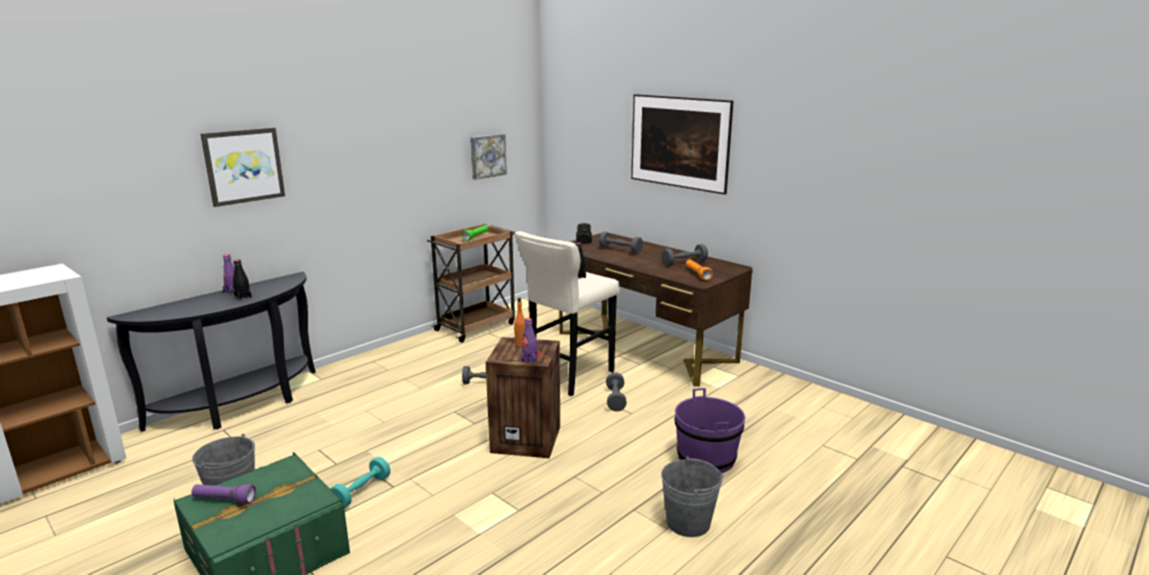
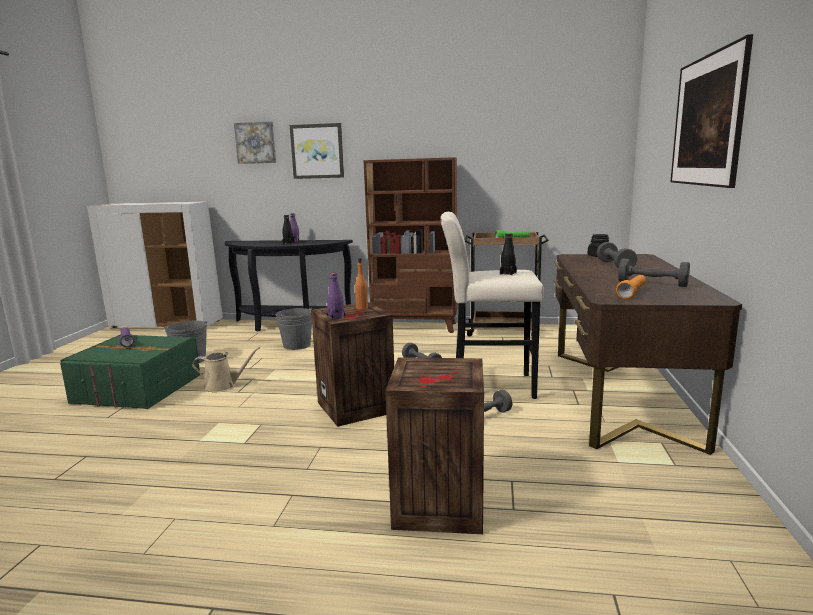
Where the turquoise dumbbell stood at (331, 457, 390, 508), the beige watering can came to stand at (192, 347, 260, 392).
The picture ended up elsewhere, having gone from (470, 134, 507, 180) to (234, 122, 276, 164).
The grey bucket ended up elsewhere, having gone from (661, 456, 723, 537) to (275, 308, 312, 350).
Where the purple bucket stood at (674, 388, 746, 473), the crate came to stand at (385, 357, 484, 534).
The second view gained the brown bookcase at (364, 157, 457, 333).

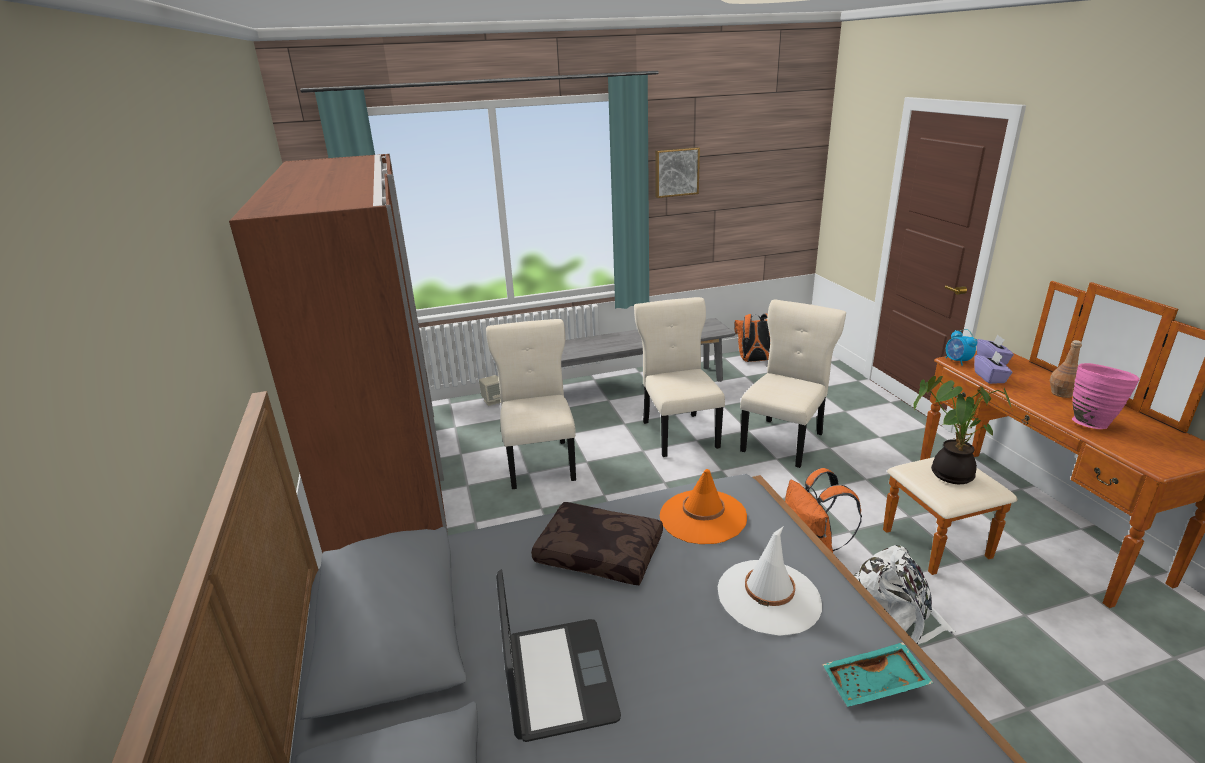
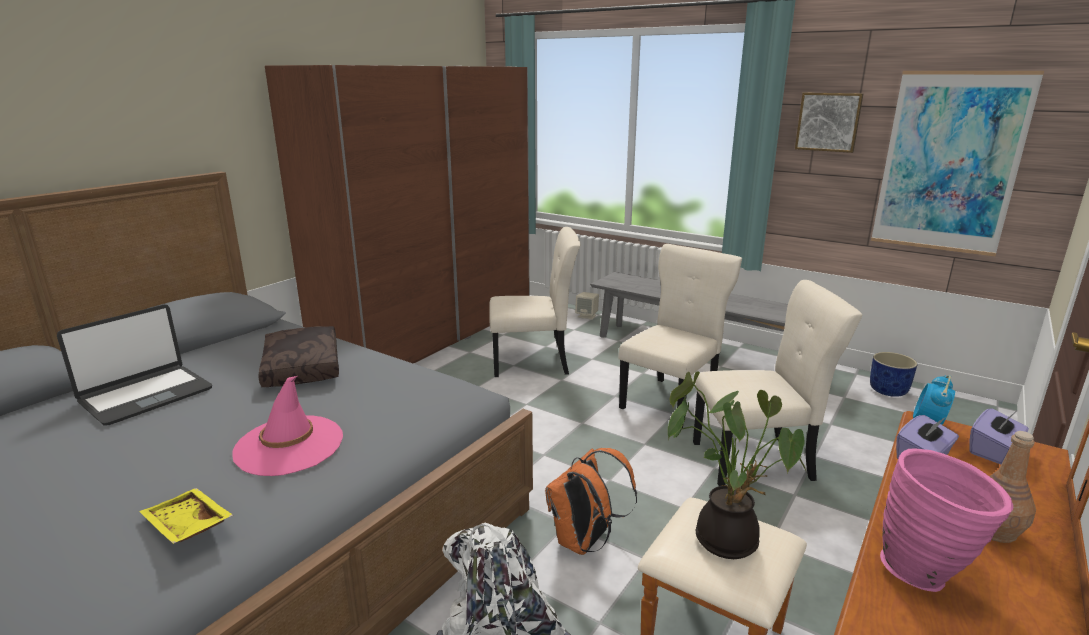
The beige chair at (486, 319, 576, 489) ended up facing another way, 45 degrees clockwise from before.
The second view lost the orange hat at (660, 469, 747, 544).
What was the white hat at (718, 526, 822, 636) turned into the pink hat at (232, 376, 343, 476).
Where the orange backpack stood at (734, 313, 770, 362), the blue planter came to stand at (870, 352, 917, 397).
What was the turquoise tray at (822, 642, 933, 707) turned into the yellow tray at (139, 488, 233, 544).
The second view gained the picture at (871, 71, 1044, 256).

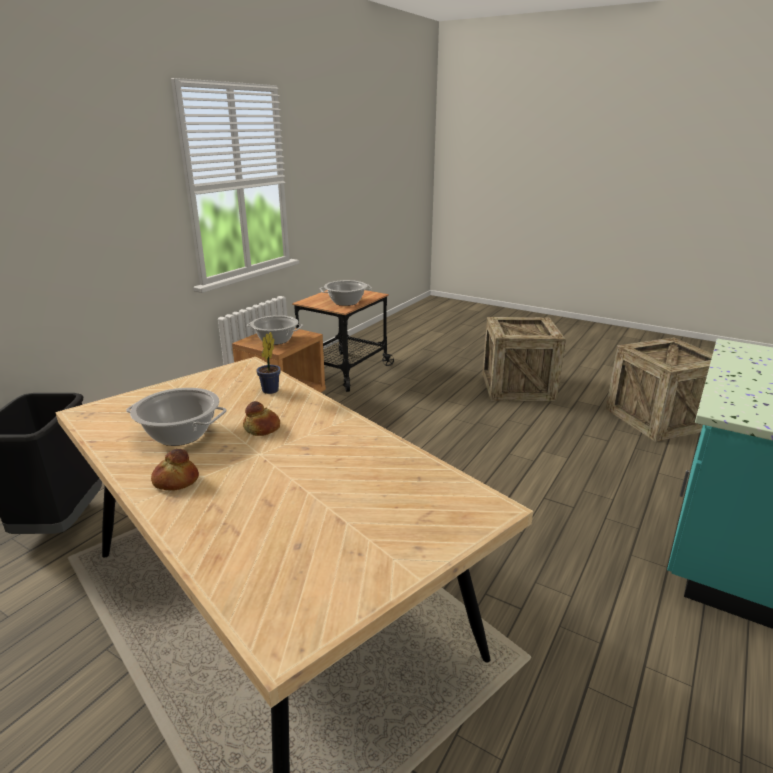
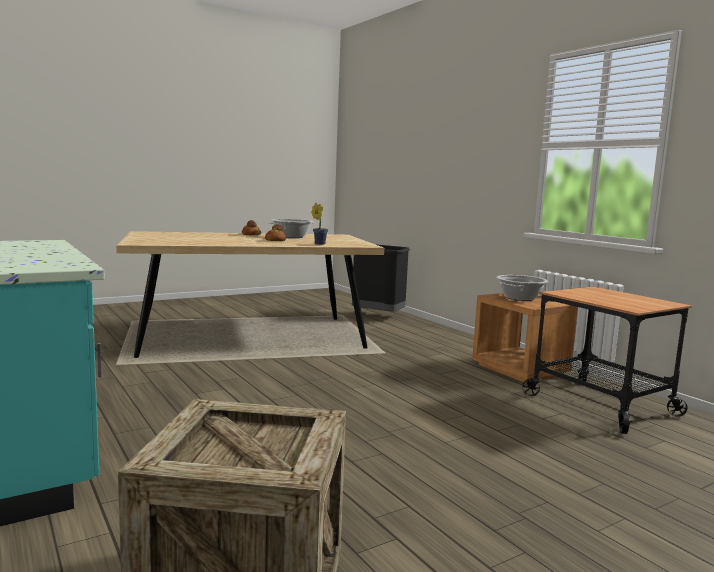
The second view lost the cooking pot at (320, 280, 372, 306).
The second view lost the crate at (482, 317, 566, 402).

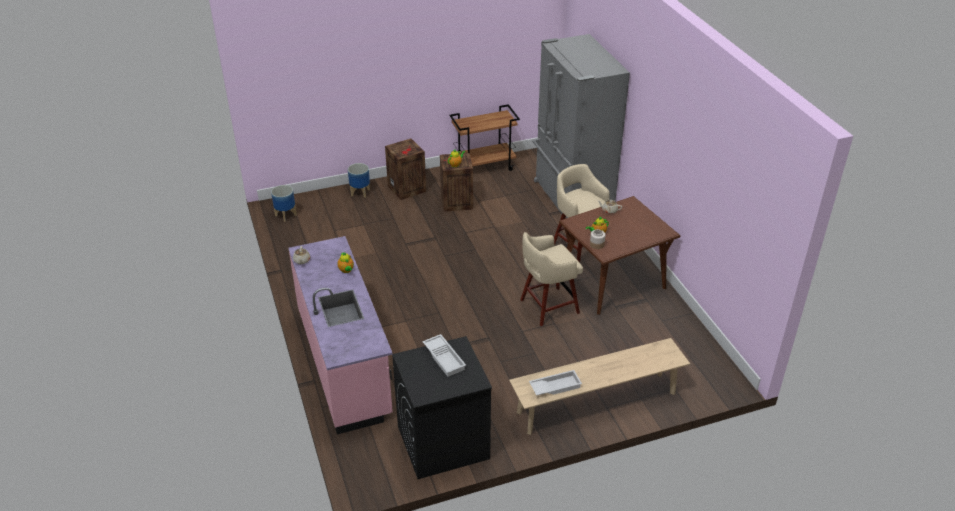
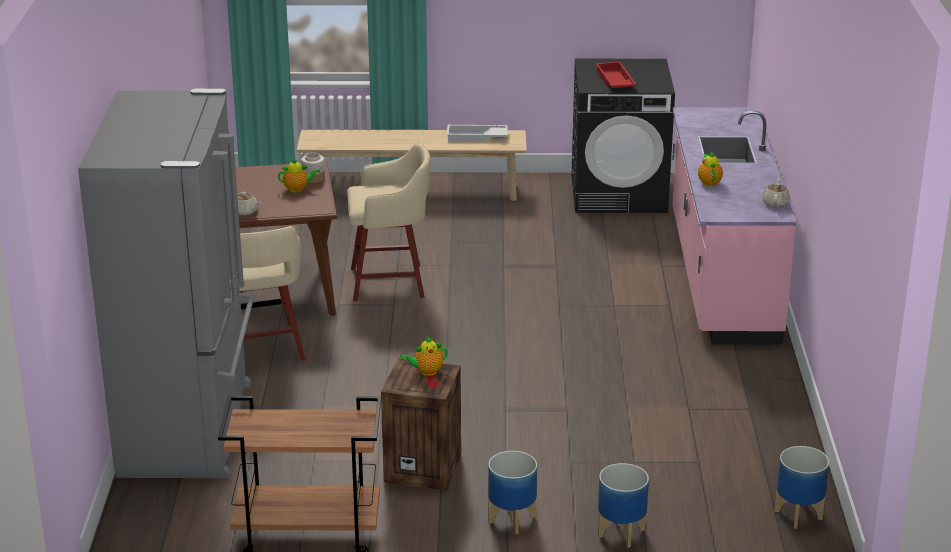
Where the crate stood at (385, 139, 426, 200), the planter came to stand at (488, 451, 537, 534).
What was the white tray at (422, 334, 466, 377) turned into the red tray at (596, 62, 636, 88).

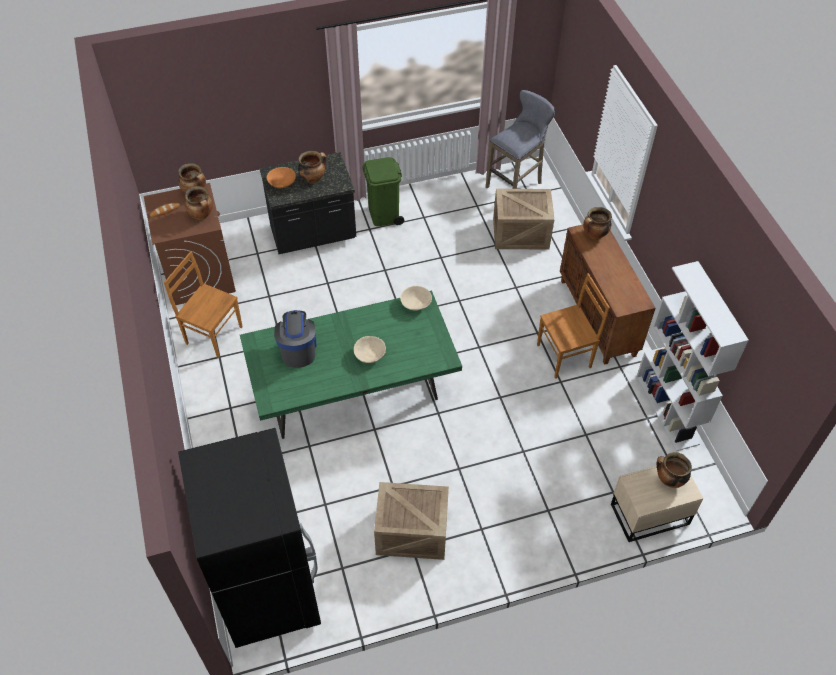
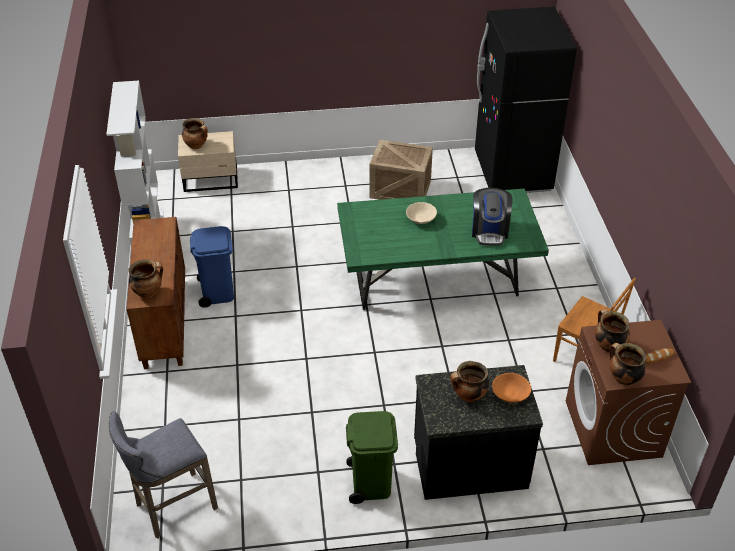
The second view lost the beige bowl at (400, 286, 432, 311).
The second view lost the crate at (493, 189, 554, 249).
Where the brown chair stood at (537, 273, 610, 379), the blue trash can came to stand at (190, 226, 234, 308).

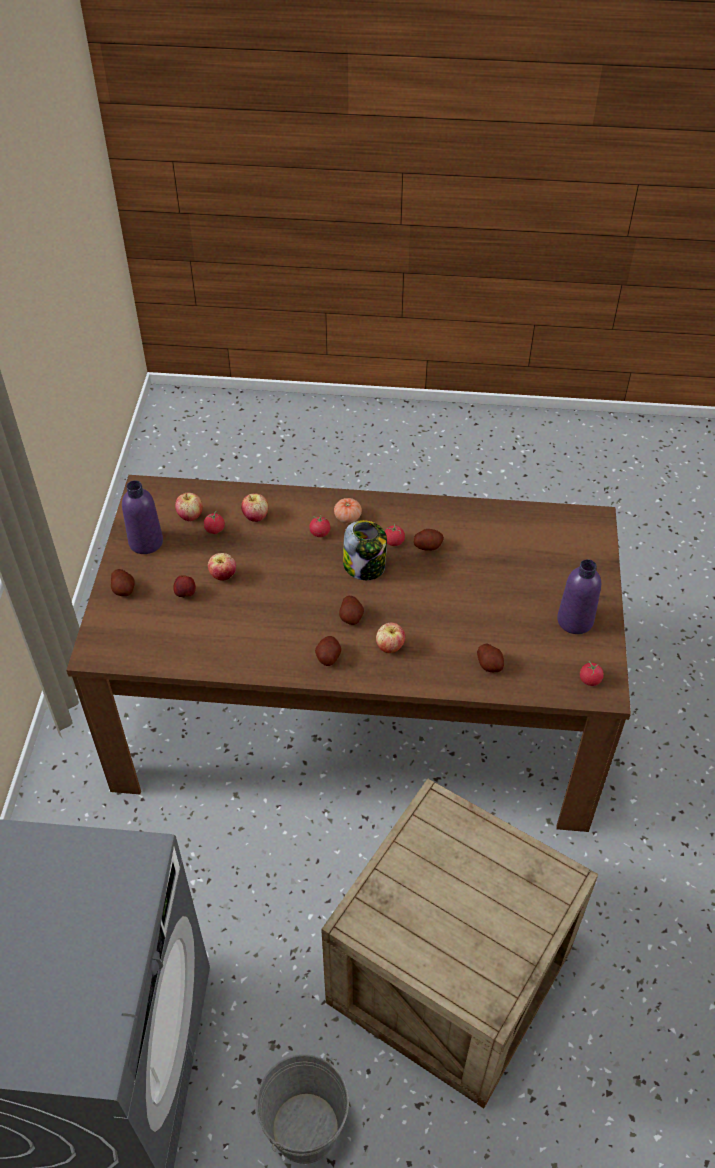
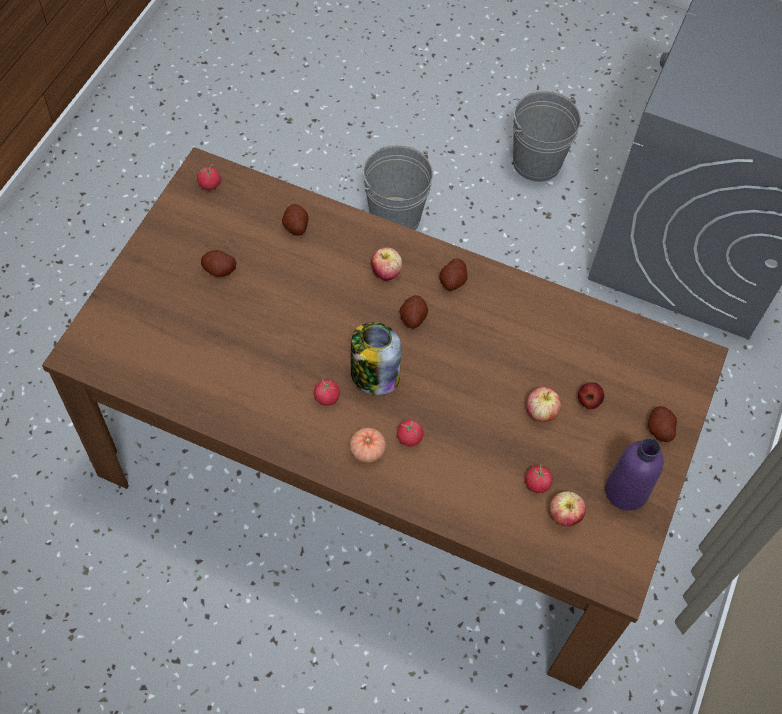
The second view lost the apple at (241, 493, 268, 522).
Where the crate stood at (321, 779, 599, 1108), the grey bucket came to stand at (363, 145, 433, 230).
The potato ended up elsewhere, having gone from (414, 529, 444, 551) to (201, 250, 237, 277).
The second view lost the purple bottle at (557, 559, 601, 634).

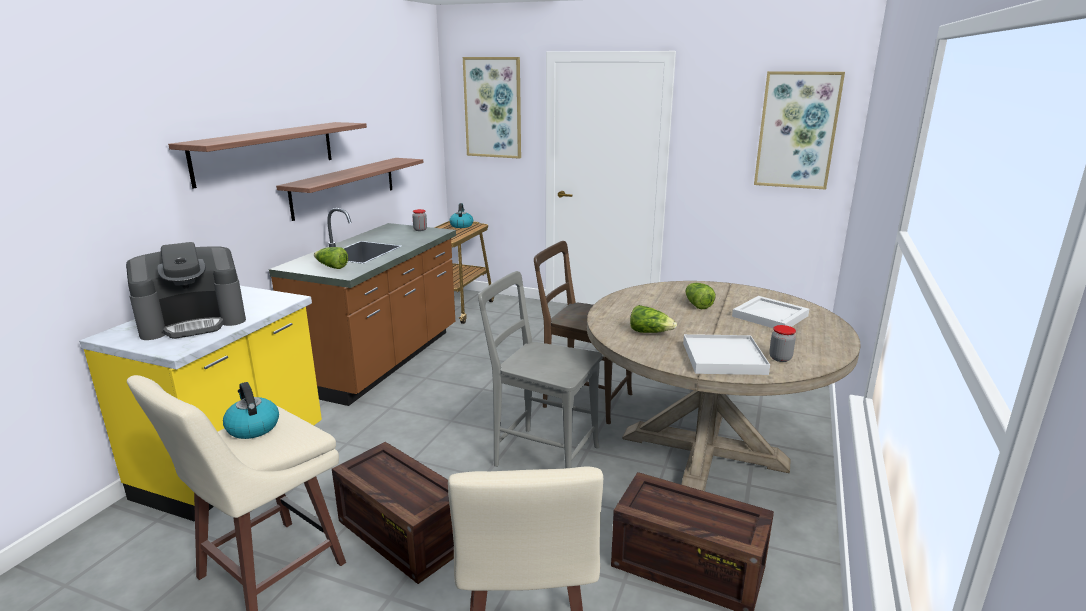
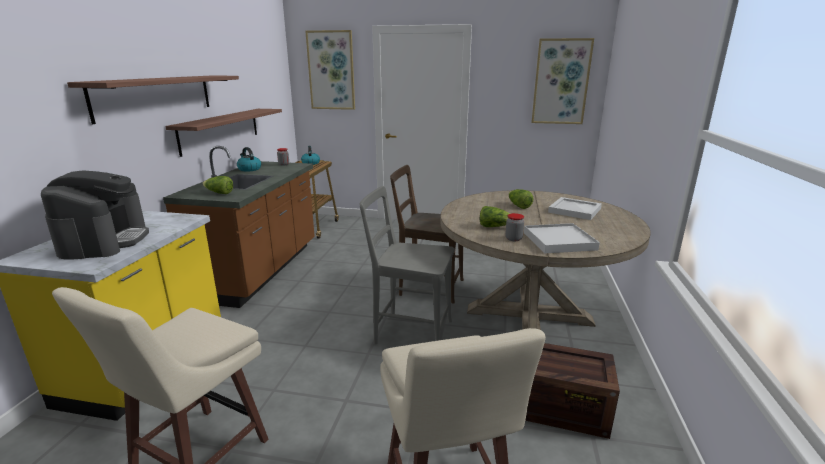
The coffee machine at (126, 242, 246, 340) ended up facing another way, 60 degrees counterclockwise from before.
The kettle ended up elsewhere, having gone from (223, 382, 279, 439) to (237, 147, 261, 172).
The second view lost the crate at (332, 442, 454, 584).
The jar ended up elsewhere, having gone from (769, 325, 796, 362) to (505, 213, 524, 241).

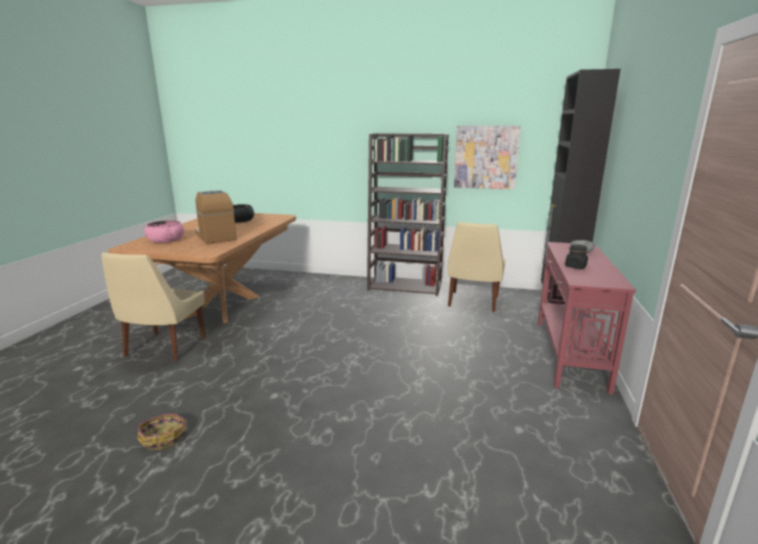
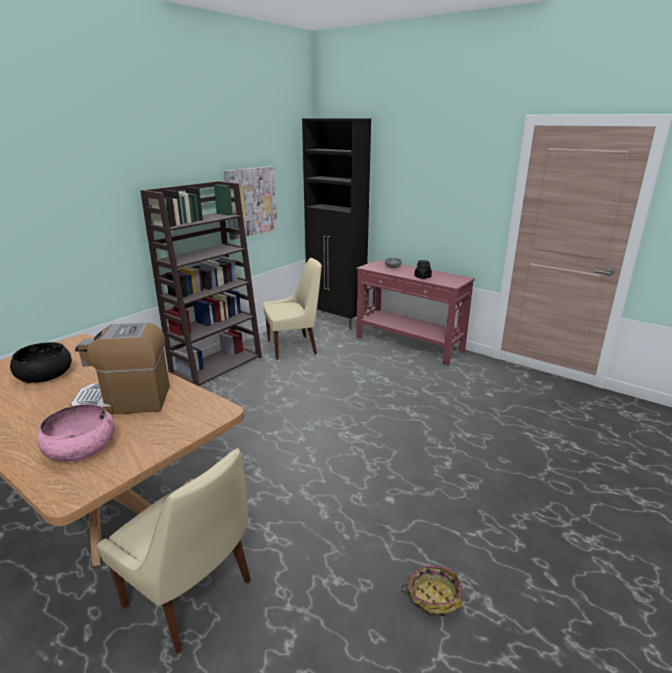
The beige chair at (447, 222, 506, 312) ended up facing another way, 60 degrees counterclockwise from before.

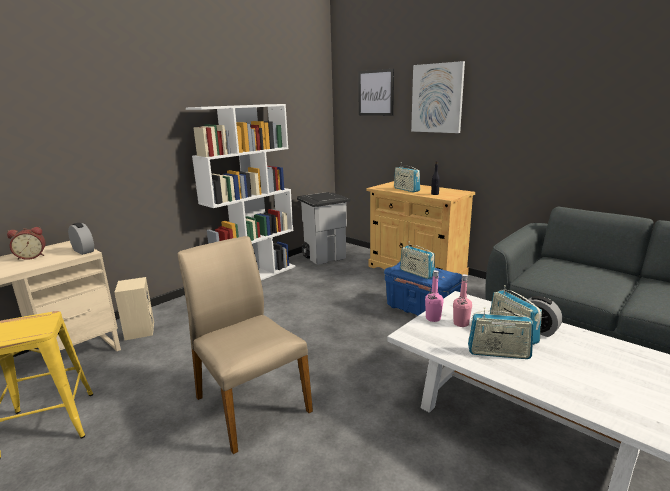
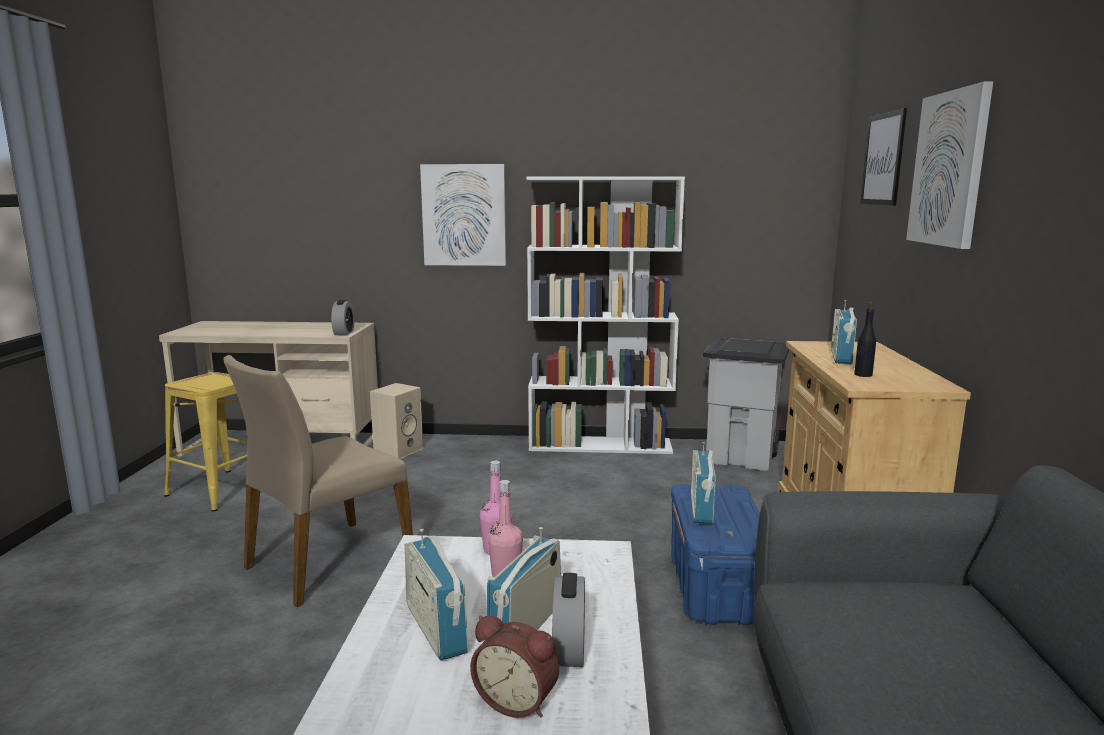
The alarm clock ended up elsewhere, having gone from (7, 227, 46, 260) to (470, 616, 559, 718).
The beige chair at (178, 236, 313, 454) ended up facing another way, 150 degrees counterclockwise from before.
The second view gained the picture at (420, 164, 506, 266).

